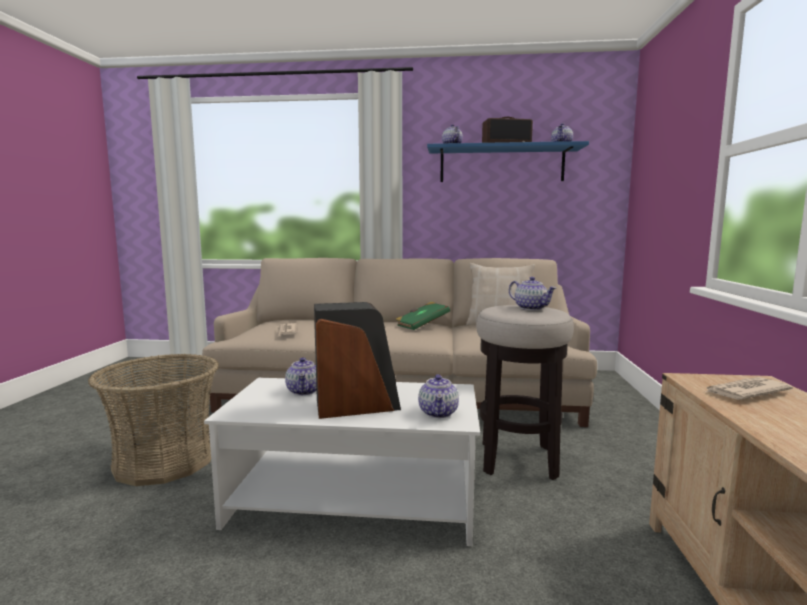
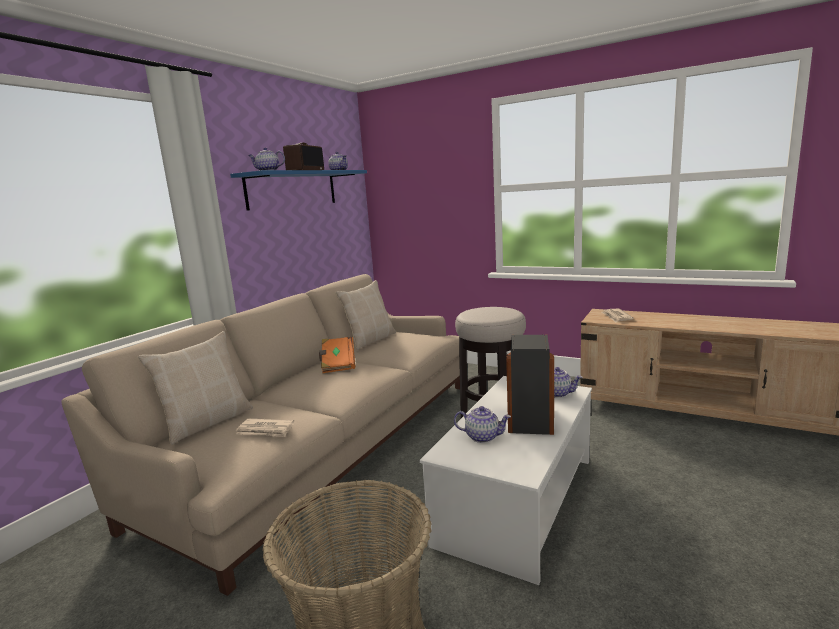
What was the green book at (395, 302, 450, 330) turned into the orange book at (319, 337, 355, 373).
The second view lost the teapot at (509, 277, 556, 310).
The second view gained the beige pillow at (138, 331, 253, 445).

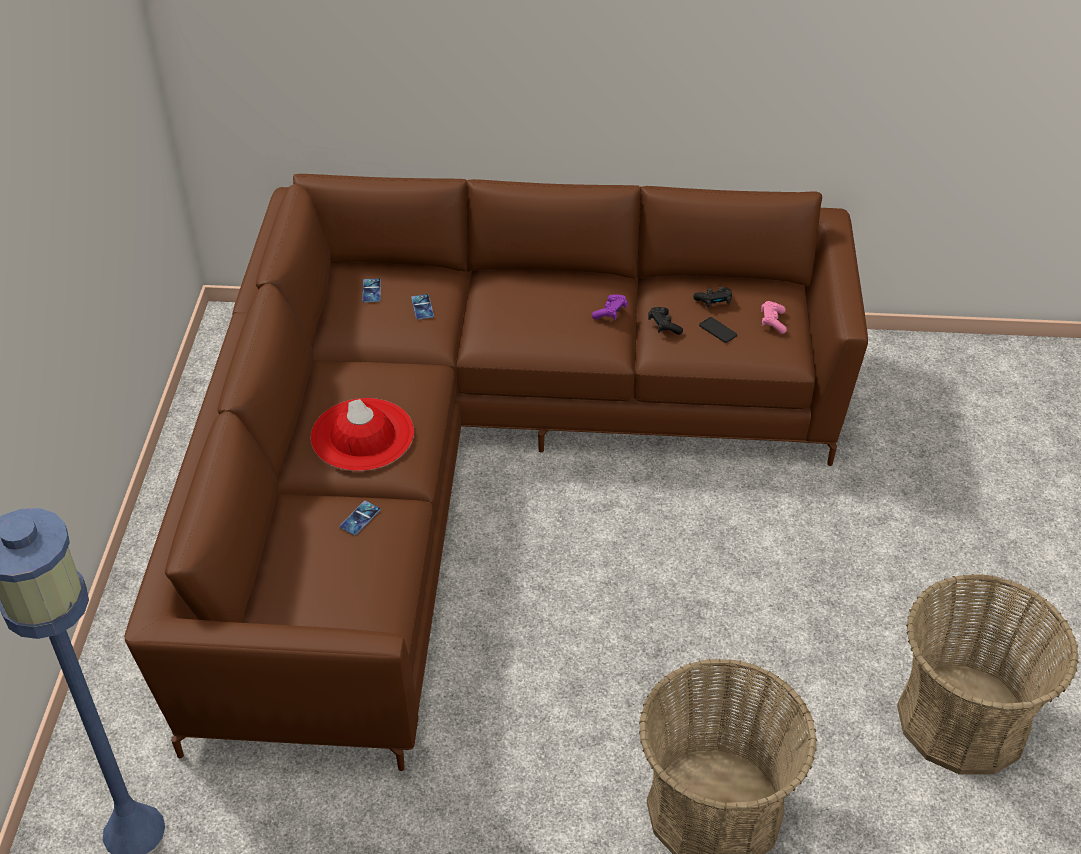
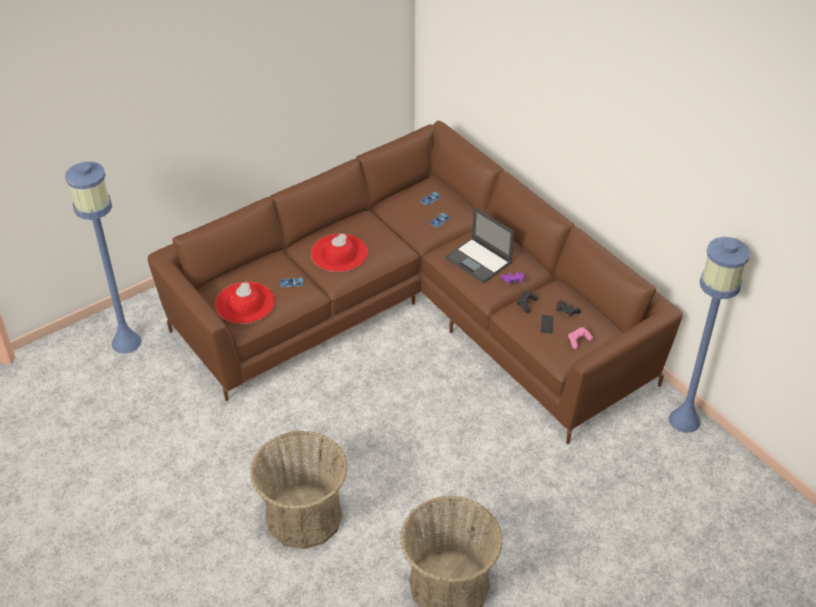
The second view gained the red hat at (215, 282, 275, 324).
The second view gained the laptop at (445, 207, 514, 283).
The second view gained the blue floor lamp at (669, 237, 750, 433).

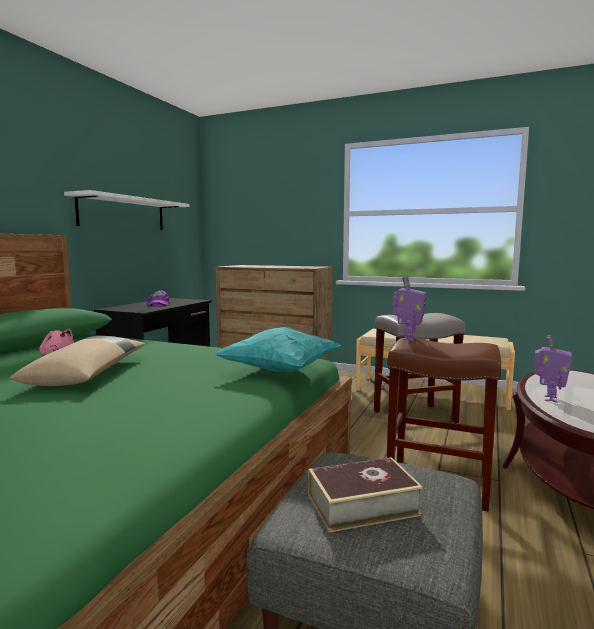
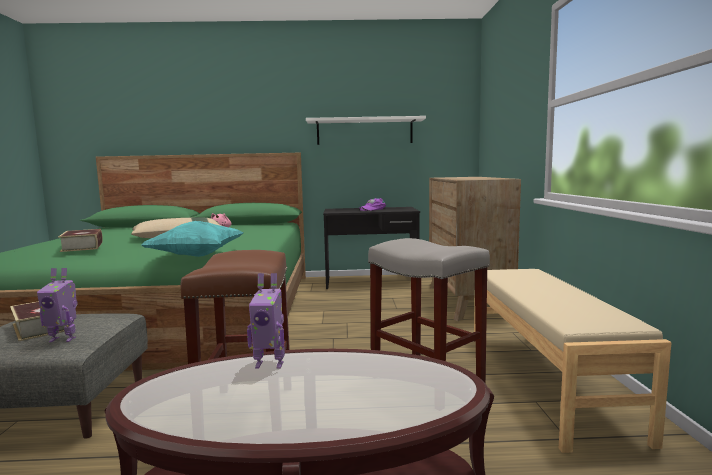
The toy robot ended up elsewhere, having gone from (393, 276, 427, 341) to (37, 268, 78, 342).
The second view gained the book at (58, 229, 103, 252).

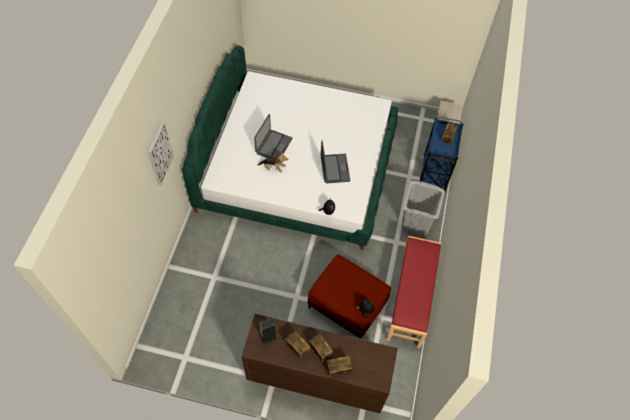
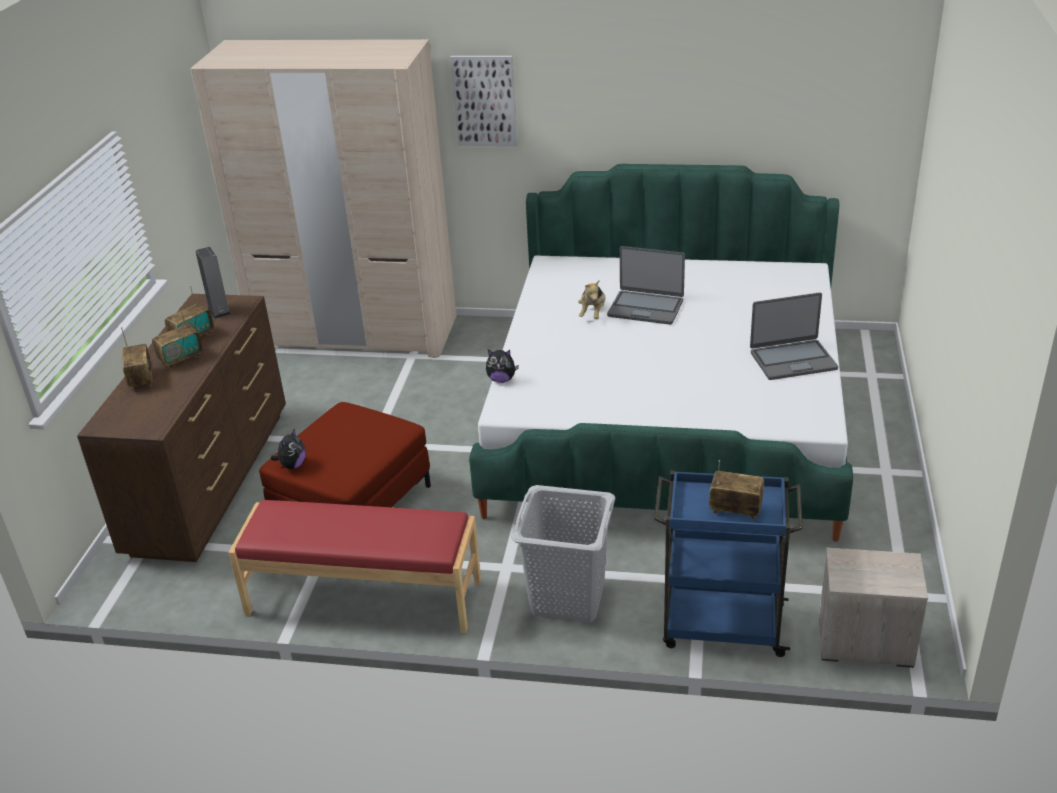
The laptop ended up elsewhere, having gone from (321, 141, 350, 184) to (750, 292, 838, 380).
The second view gained the beige wardrobe at (190, 39, 456, 358).

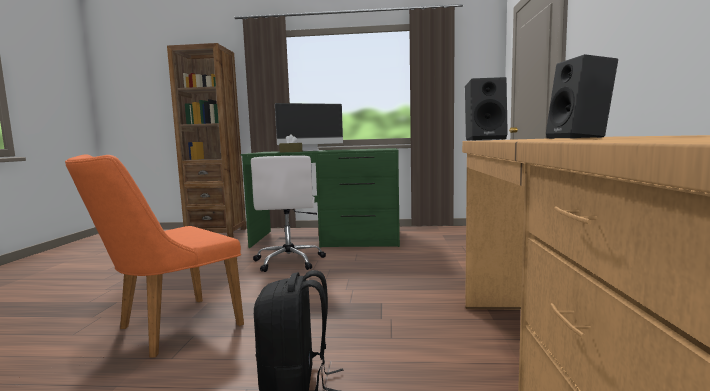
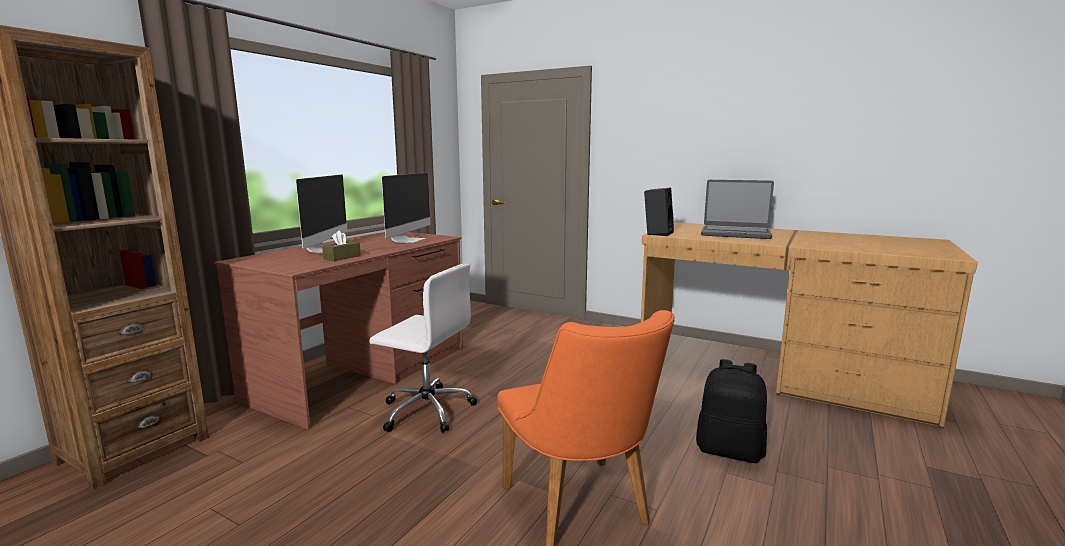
What was the green desk at (240, 148, 400, 248) turned into the brown desk at (214, 232, 463, 430).
Where the black speaker stood at (546, 54, 618, 139), the laptop came to stand at (701, 180, 774, 239).
The second view gained the monitor at (382, 172, 431, 243).

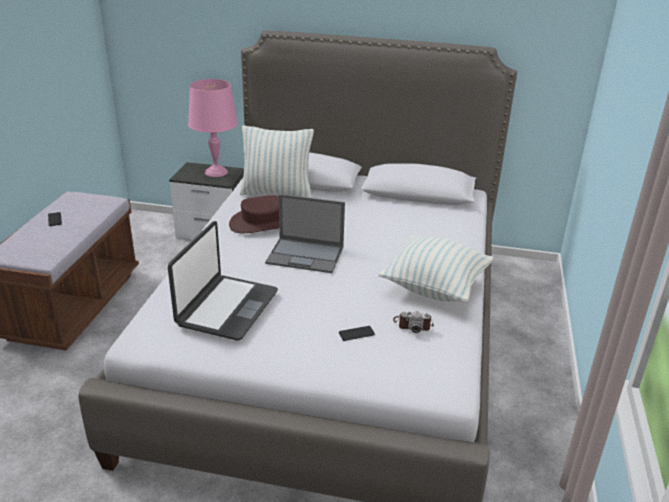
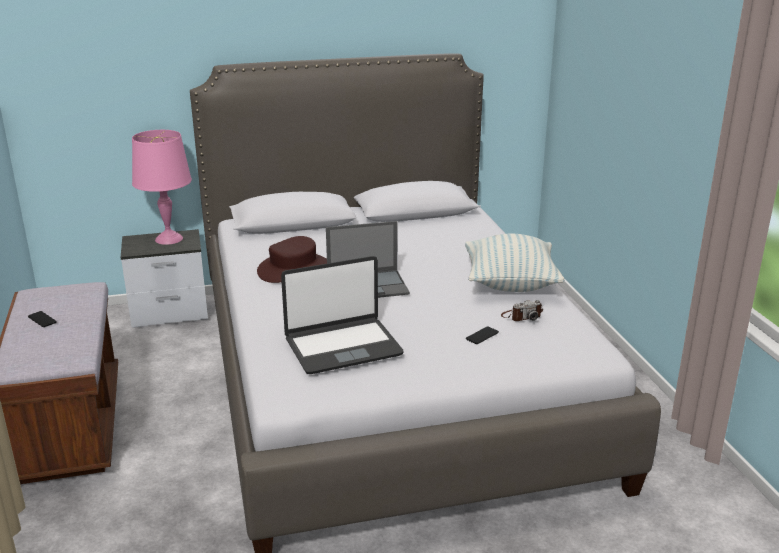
The laptop at (168, 221, 278, 340) ended up facing another way, 75 degrees clockwise from before.
The second view lost the pillow at (240, 125, 314, 198).

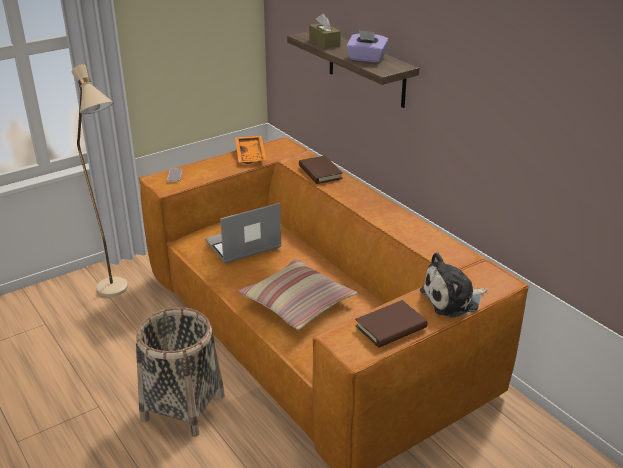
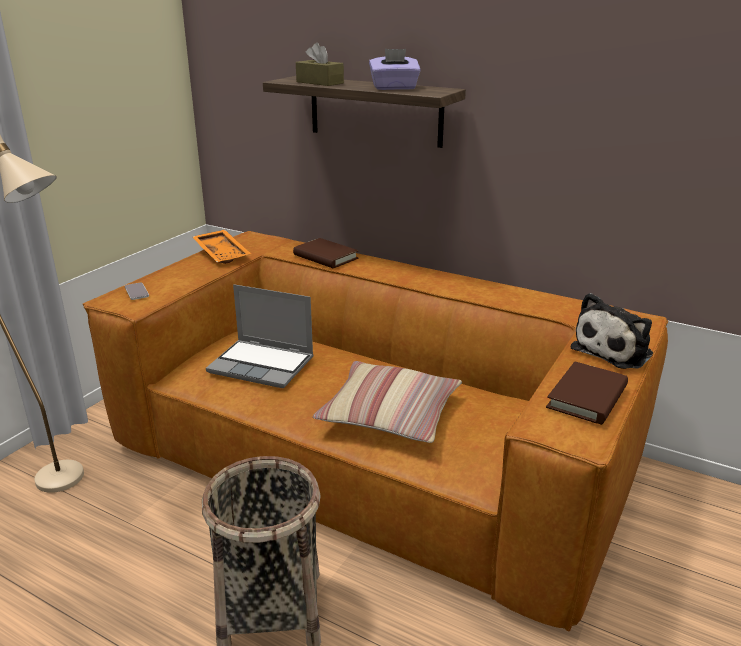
The laptop at (205, 203, 282, 263) ended up facing another way, 105 degrees counterclockwise from before.

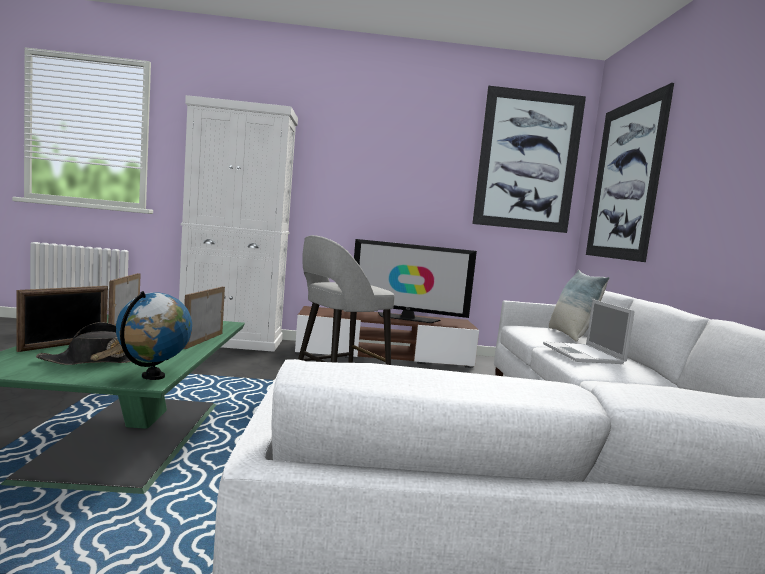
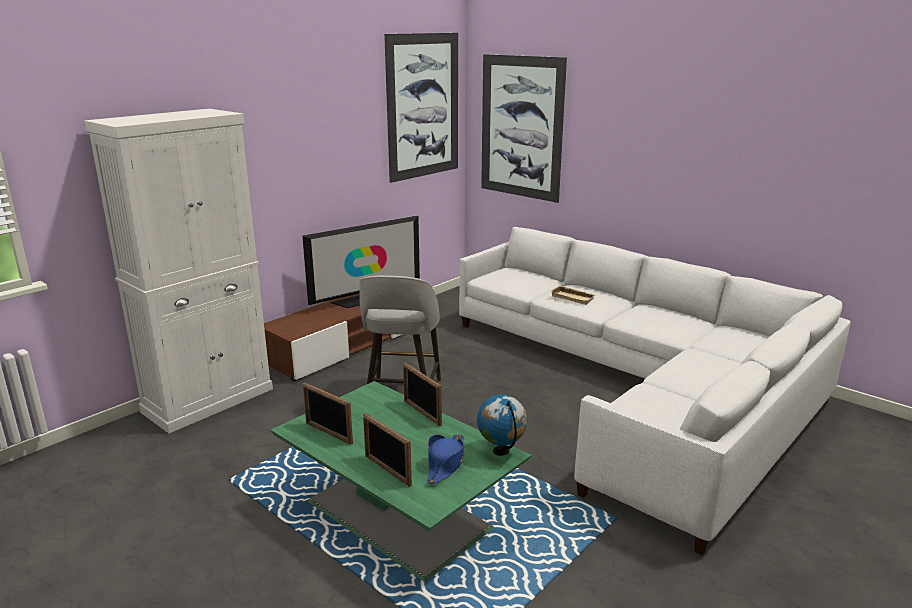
The picture frame at (16, 286, 108, 352) ended up facing another way, 150 degrees clockwise from before.
What was the black hat at (36, 322, 137, 365) turned into the blue hat at (426, 434, 465, 484).
Where the laptop stood at (543, 299, 635, 364), the beige tray came to stand at (550, 285, 596, 305).
The second view lost the pillow at (549, 270, 610, 342).

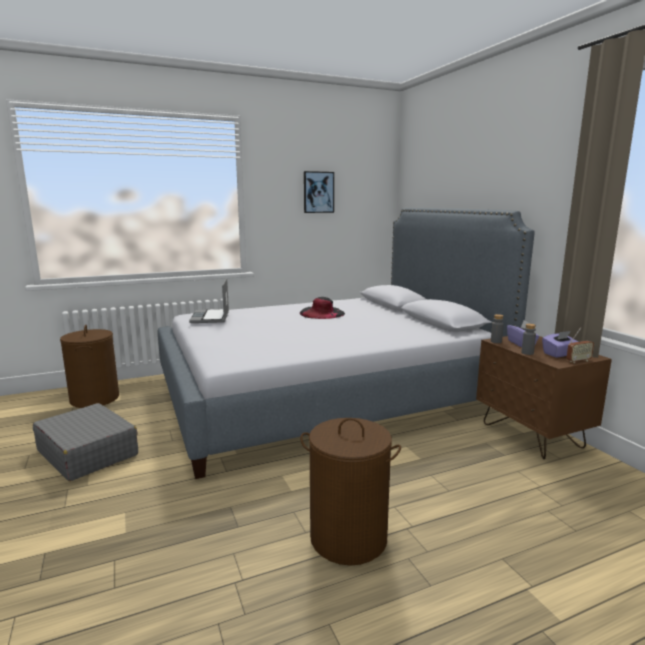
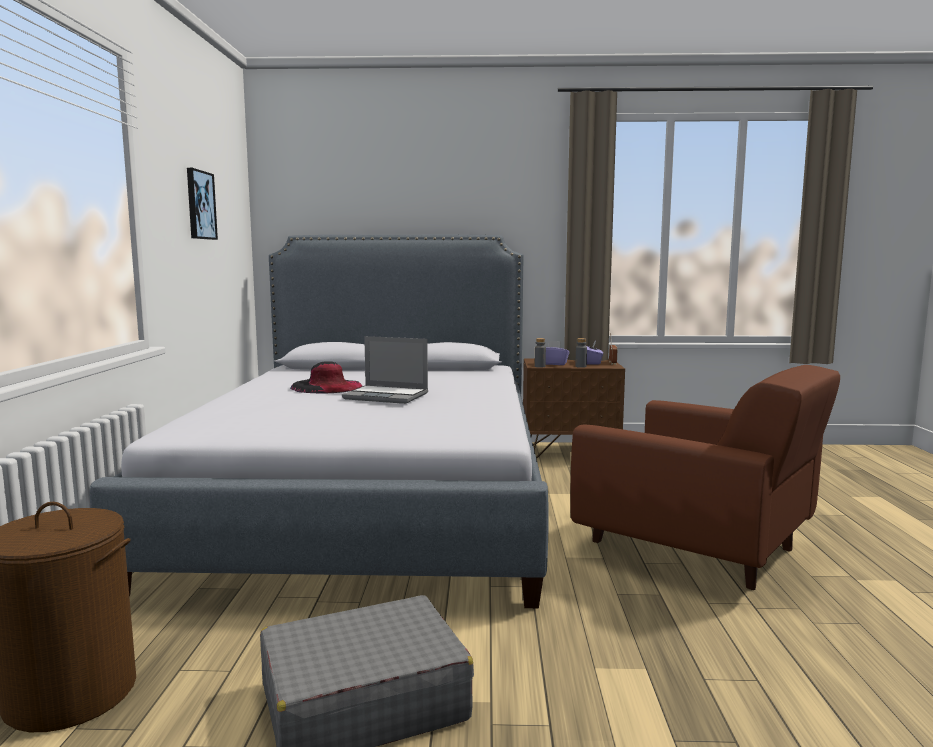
The laptop ended up elsewhere, having gone from (189, 278, 229, 323) to (342, 336, 428, 404).
Where the brown laundry basket stood at (300, 418, 401, 566), the brown armchair came to stand at (571, 365, 840, 590).

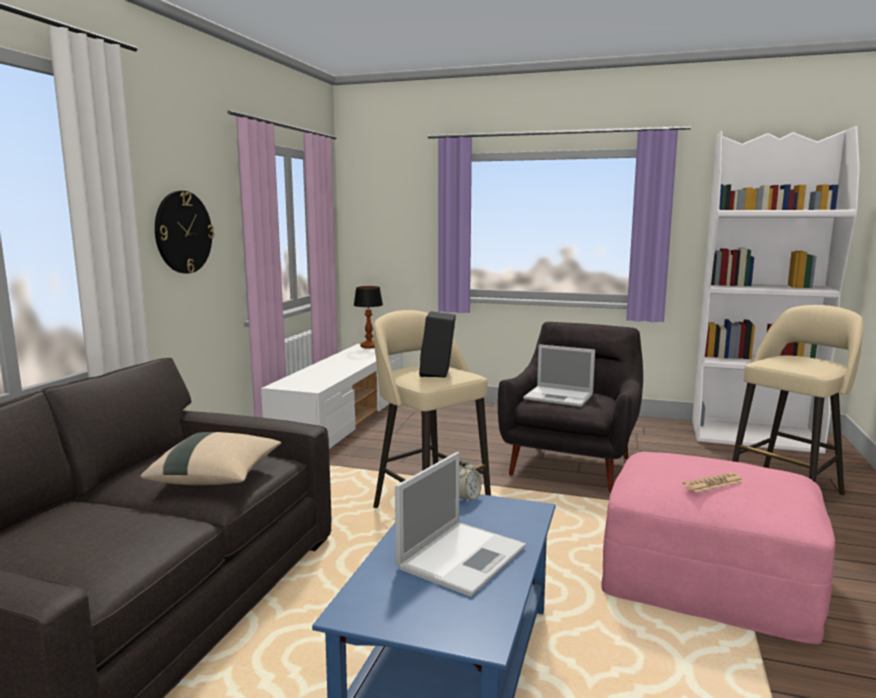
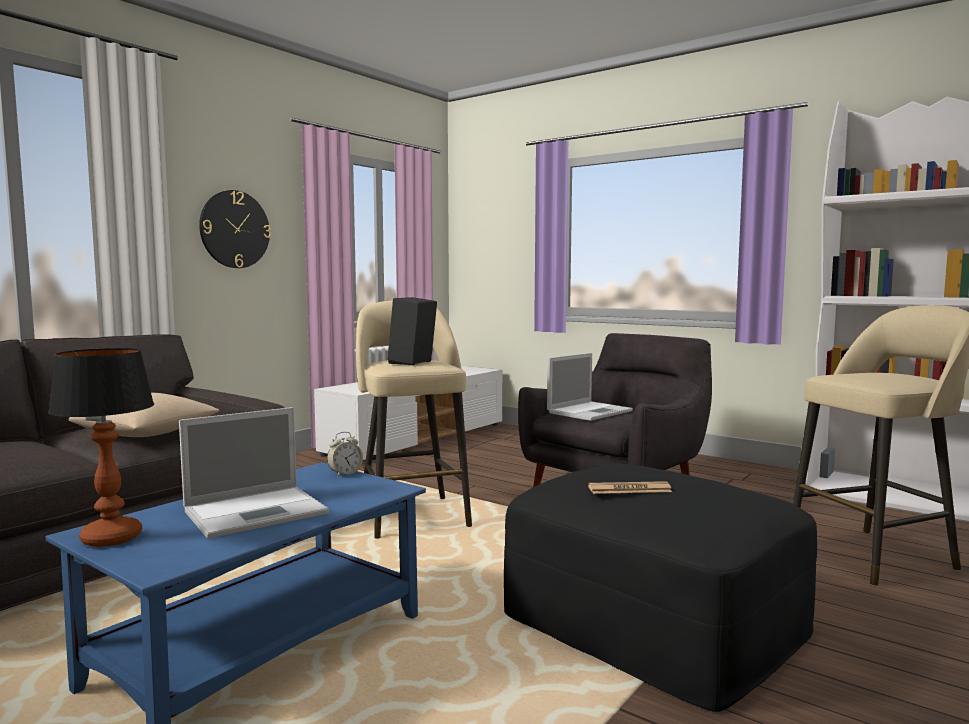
The table lamp ended up elsewhere, having gone from (354, 286, 383, 349) to (48, 348, 154, 547).
The laptop at (523, 344, 595, 407) ended up facing another way, 90 degrees counterclockwise from before.
What was the pink ottoman at (601, 452, 835, 644) turned into the black ottoman at (504, 464, 817, 712).

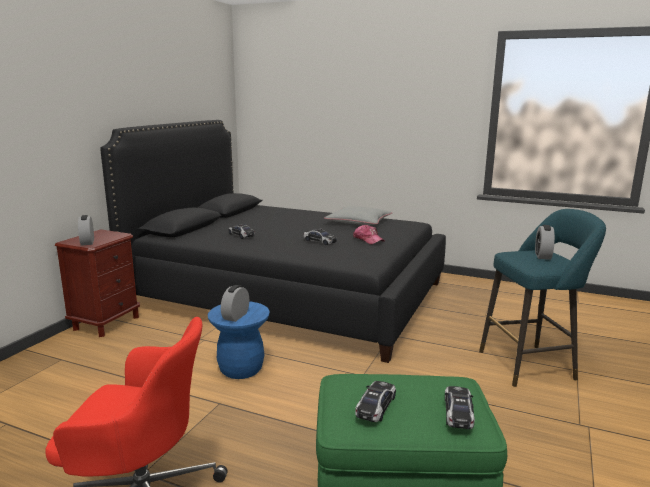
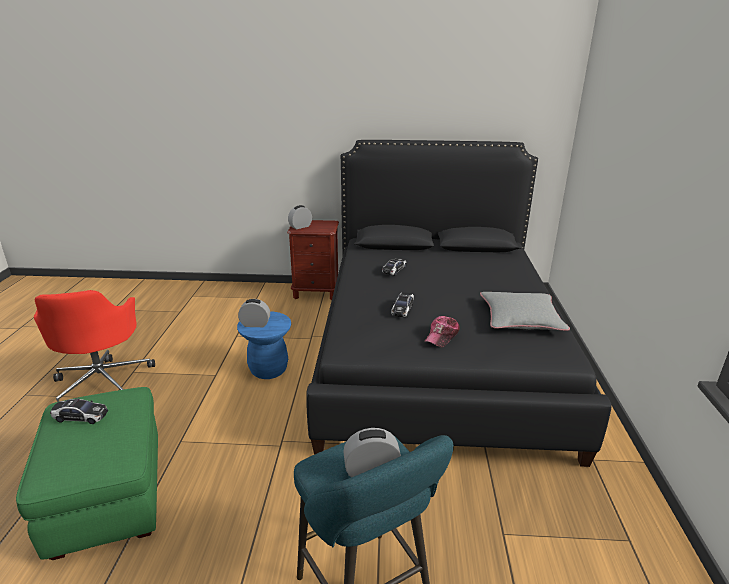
The second view lost the toy car at (445, 386, 475, 429).

